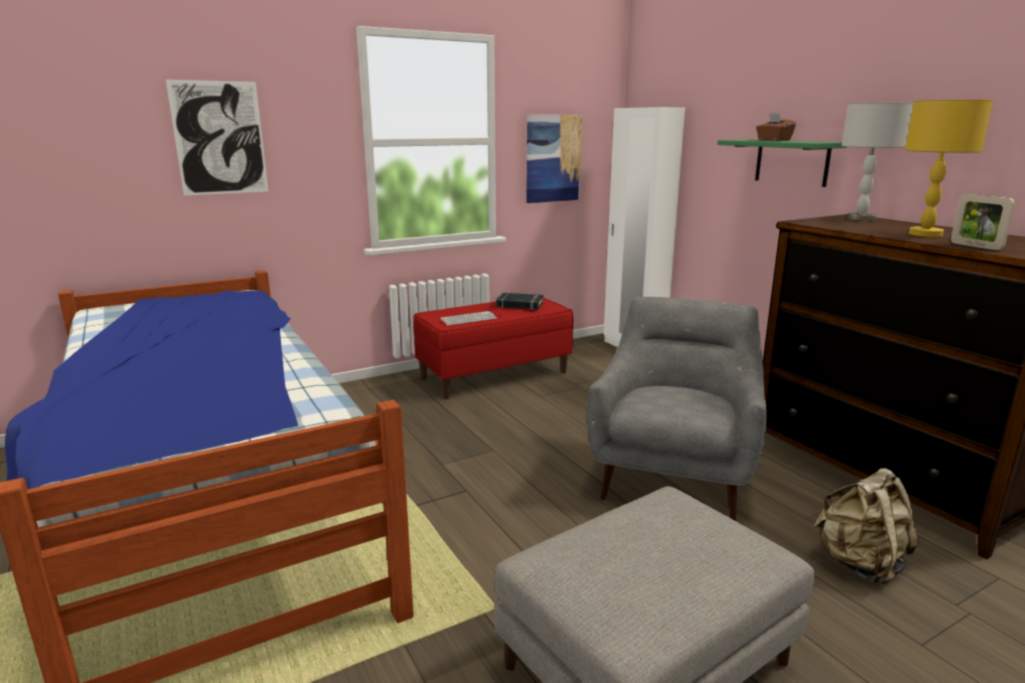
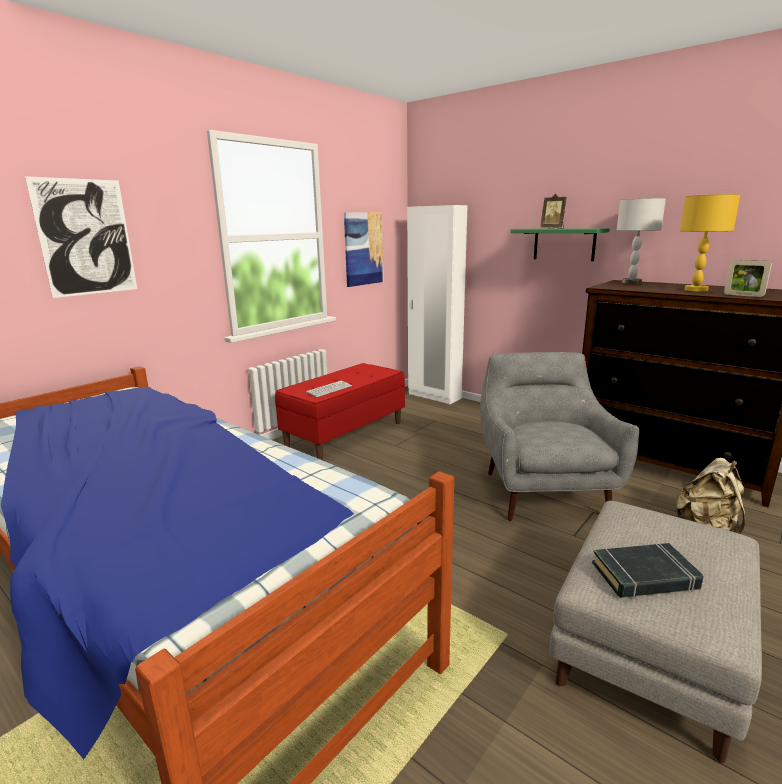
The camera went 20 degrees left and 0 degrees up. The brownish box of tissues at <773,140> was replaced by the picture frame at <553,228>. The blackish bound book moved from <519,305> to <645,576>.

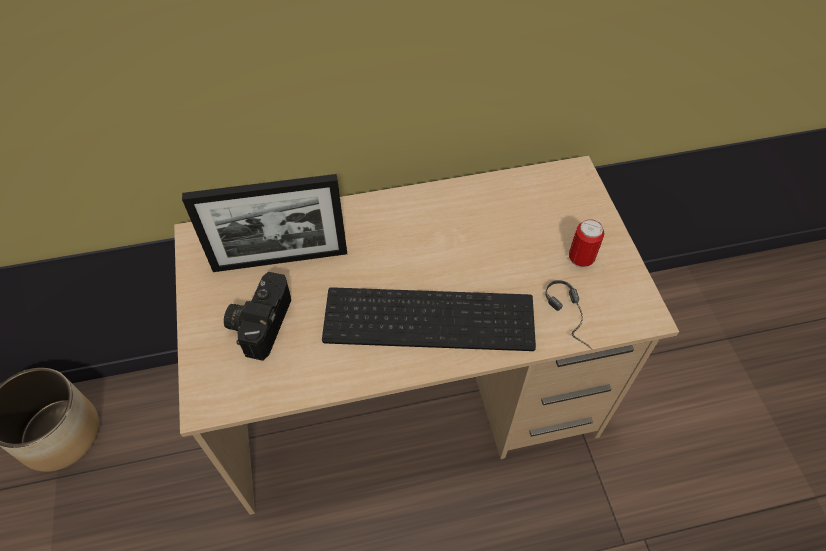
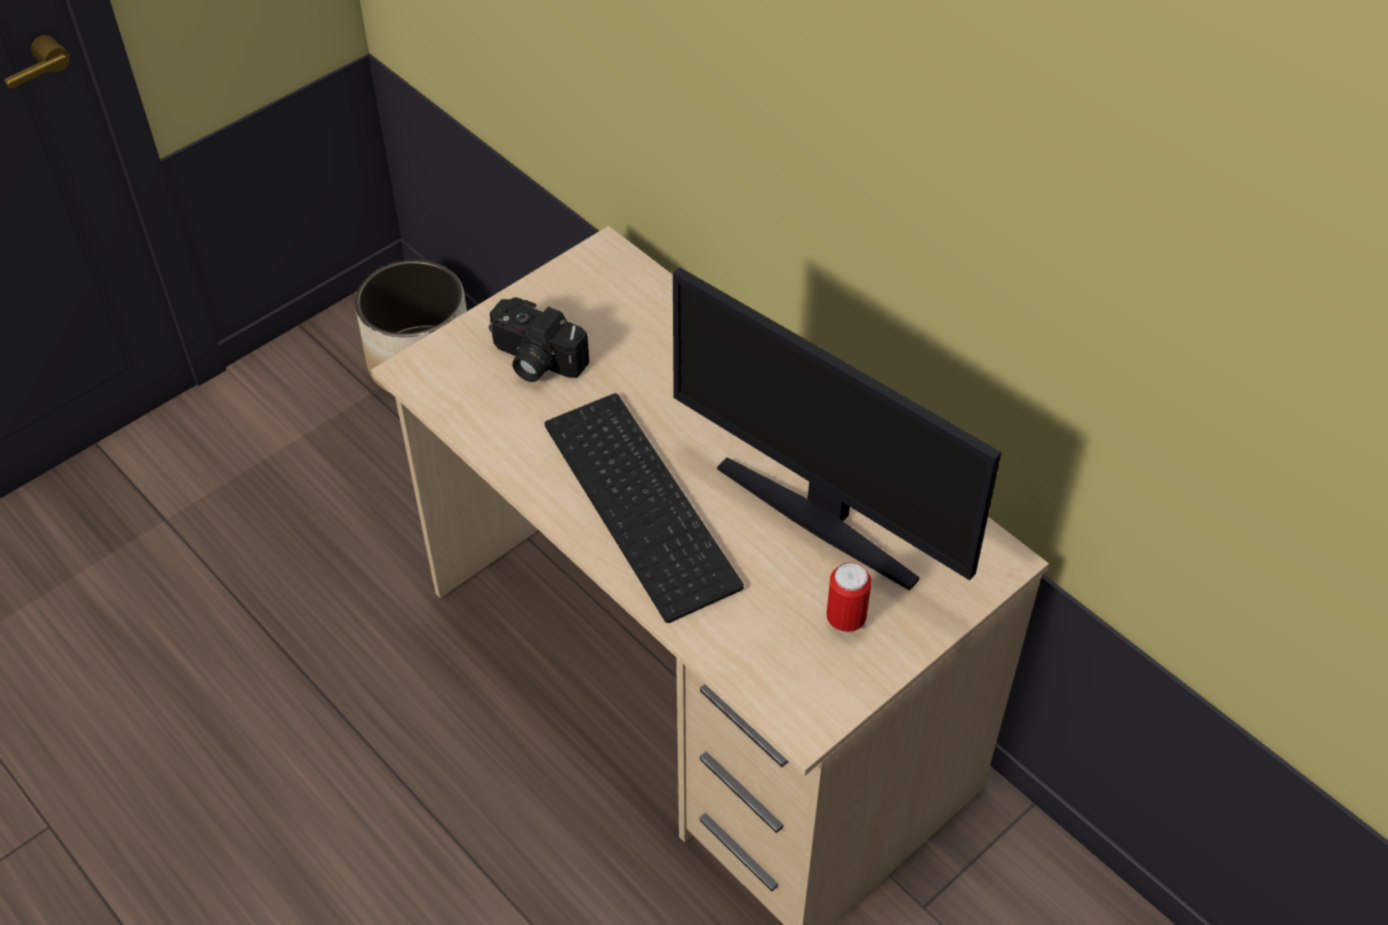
The camera went 60 degrees right and 5 degrees down. The photo camera at <259,322> turned 135 degrees counterclockwise. The computer screen at <820,518> appeared. The picture frame at <280,260> disappeared. The pair of headphones at <573,319> disappeared.

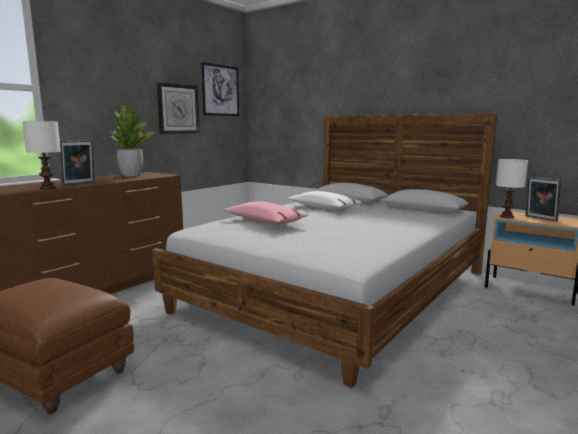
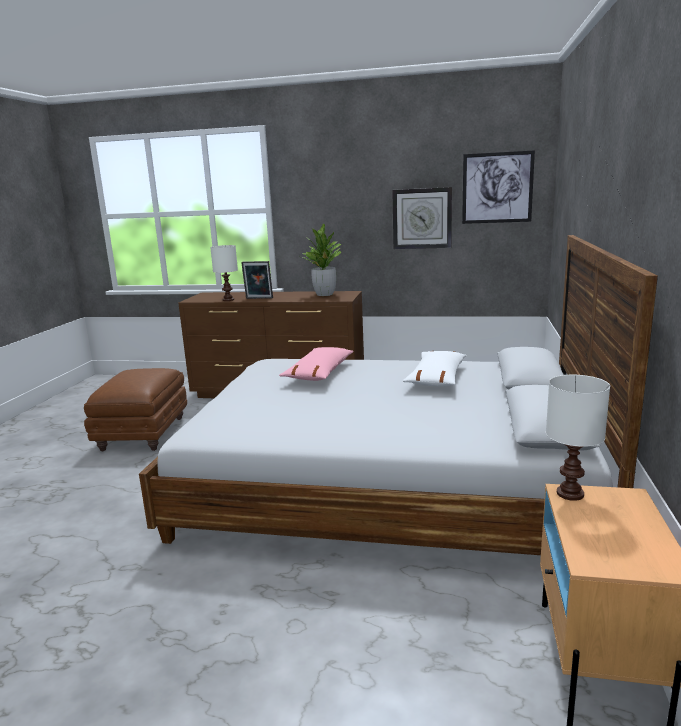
The camera went 65 degrees right and 5 degrees up. The picture frame at <540,218> disappeared.

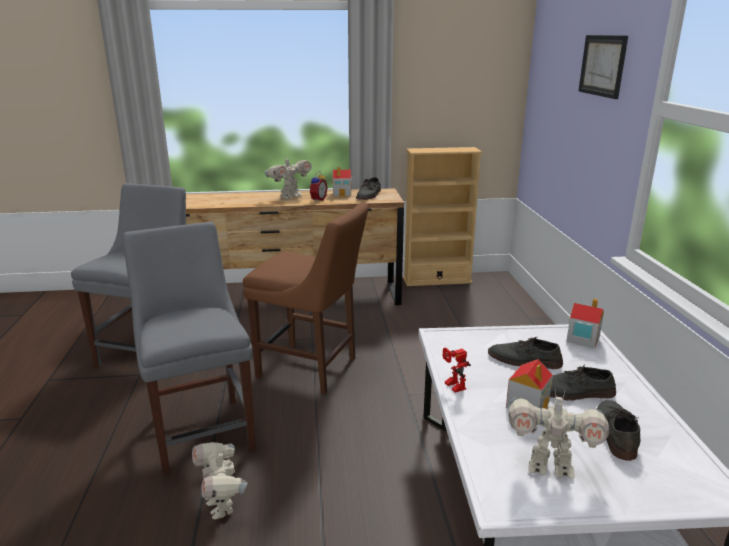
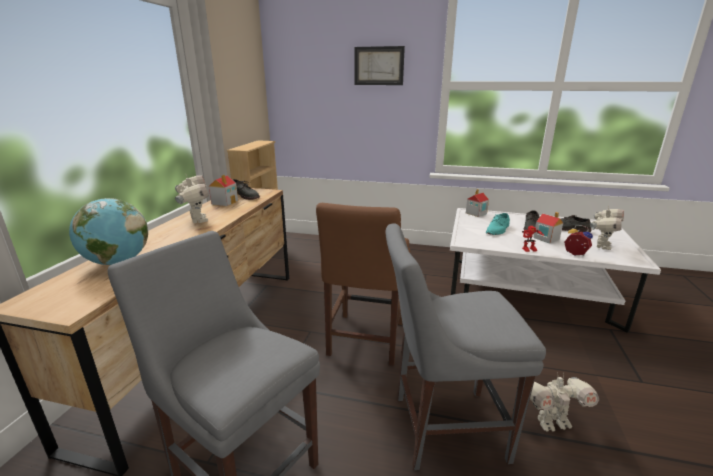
The camera went 70 degrees left and 0 degrees up. The globe at <117,262> appeared. The brownish plain chair at <311,369> turned 150 degrees clockwise. The grey shoe at <524,360> became the turquoise-coloured shoe at <498,229>. The alarm clock moved from <317,200> to <574,254>.

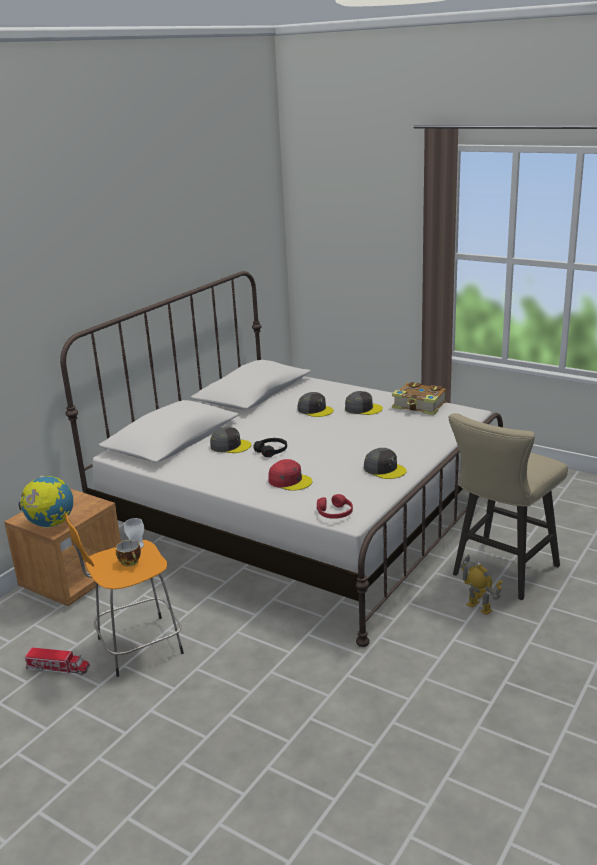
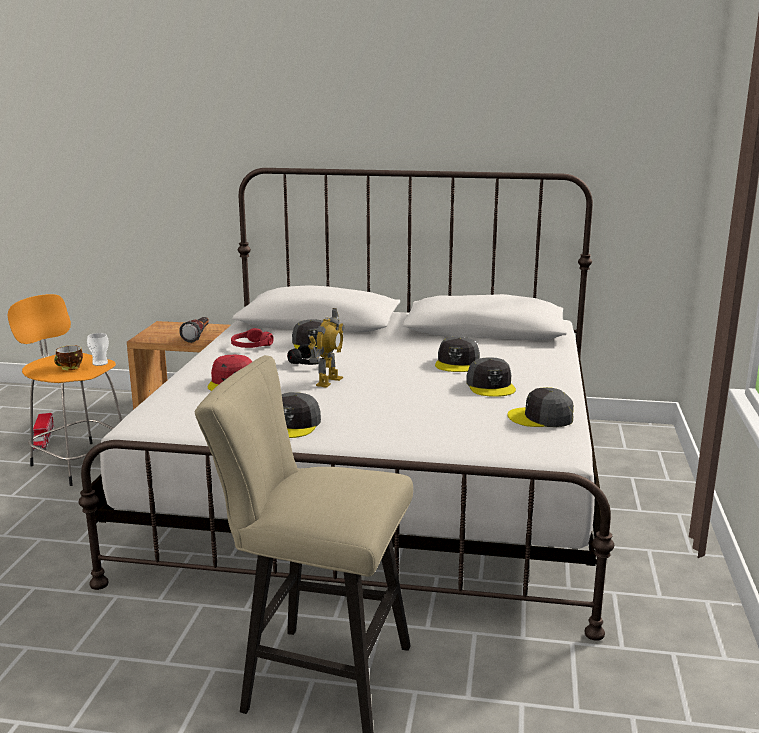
The camera went 65 degrees right and 5 degrees down. The hand torch at <198,336> appeared. The red pair of headphones moved from <335,513> to <251,346>. The model robot moved from <479,607> to <328,381>. The bound book at <420,406> was replaced by the grey baseball cap at <541,417>. The globe at <51,524> disappeared.

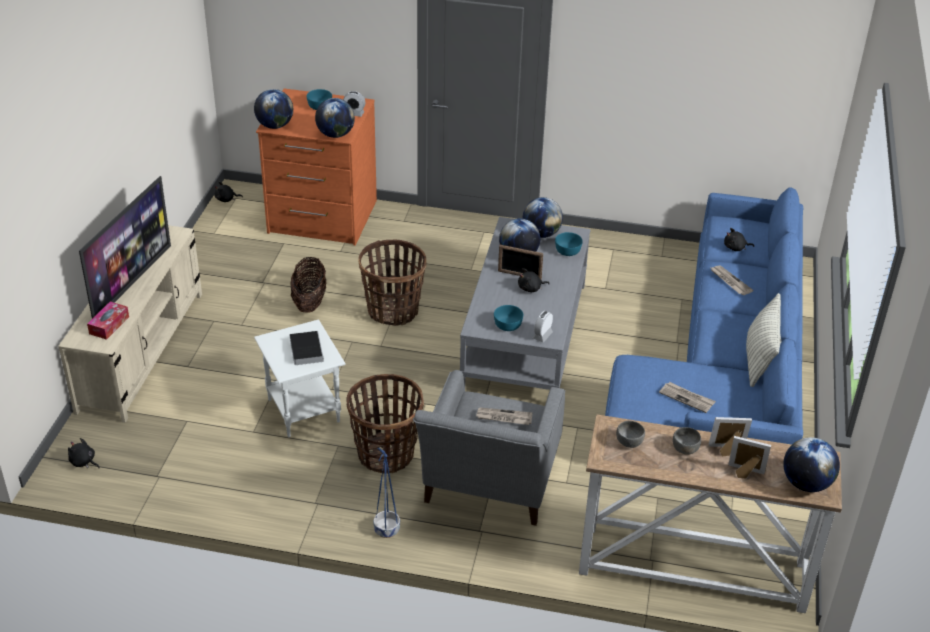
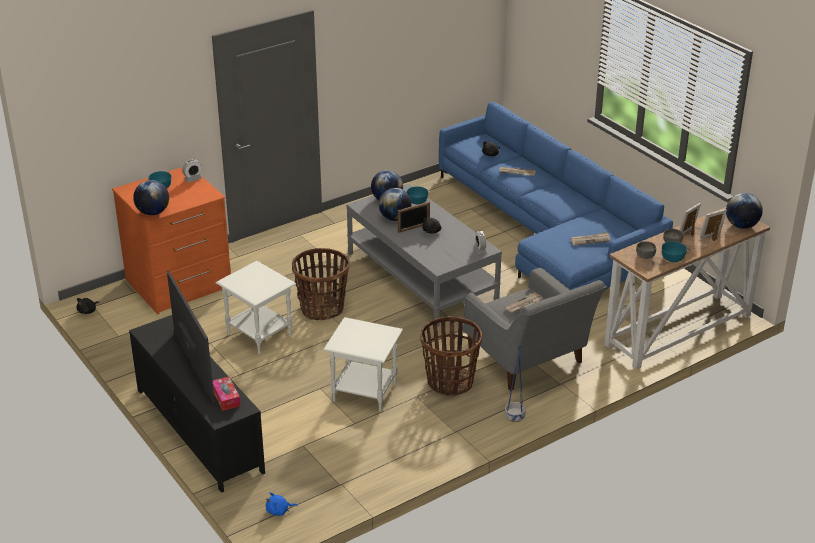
The camera went 45 degrees left and 5 degrees down. The sand-coloured tv stand at <142,350> became the blackish tv stand at <198,429>. The household basket at <309,301> was replaced by the white-coloured end table at <260,335>. The blackish plush toy at <83,462> became the blue plush toy at <279,511>. The turquoise-coloured bowl moved from <508,325> to <673,258>. The bound book at <306,349> disappeared. The globe at <335,135> disappeared. The cushion at <760,358> disappeared.

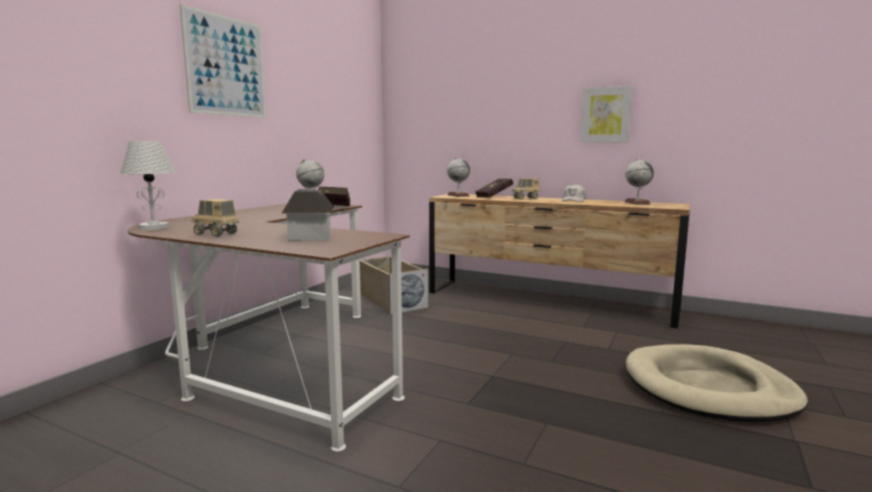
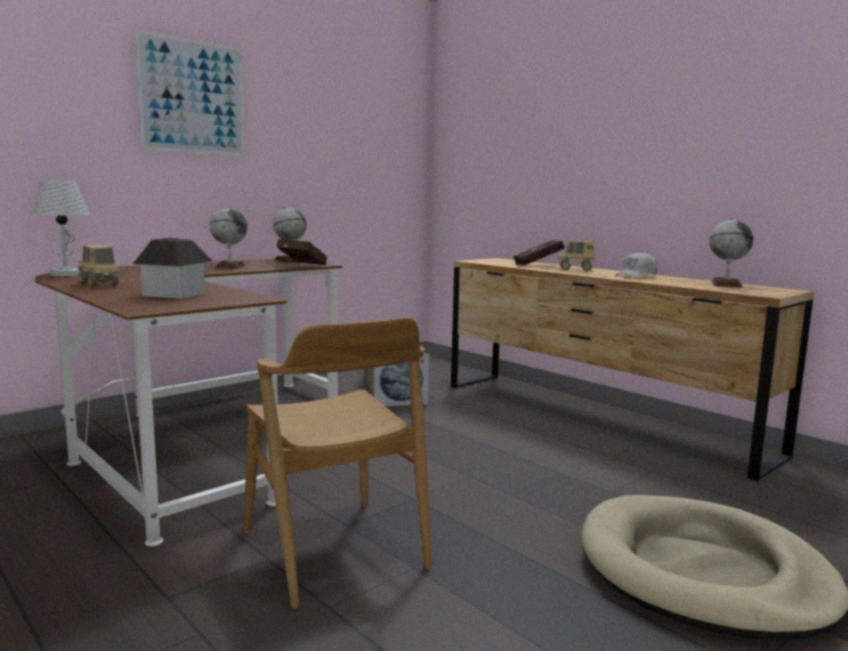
The camera went 20 degrees right and 0 degrees up. The globe moved from <458,195> to <230,266>. The brownish plain chair at <333,549> appeared. The picture at <606,115> disappeared.

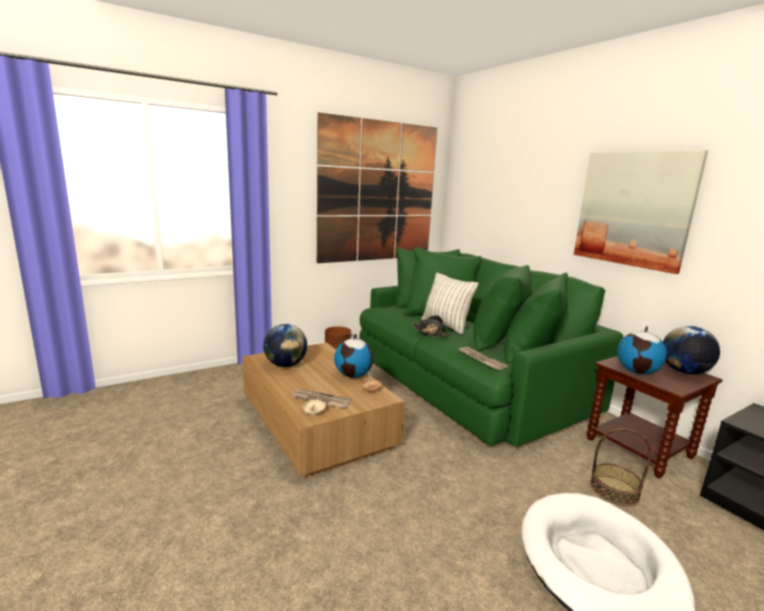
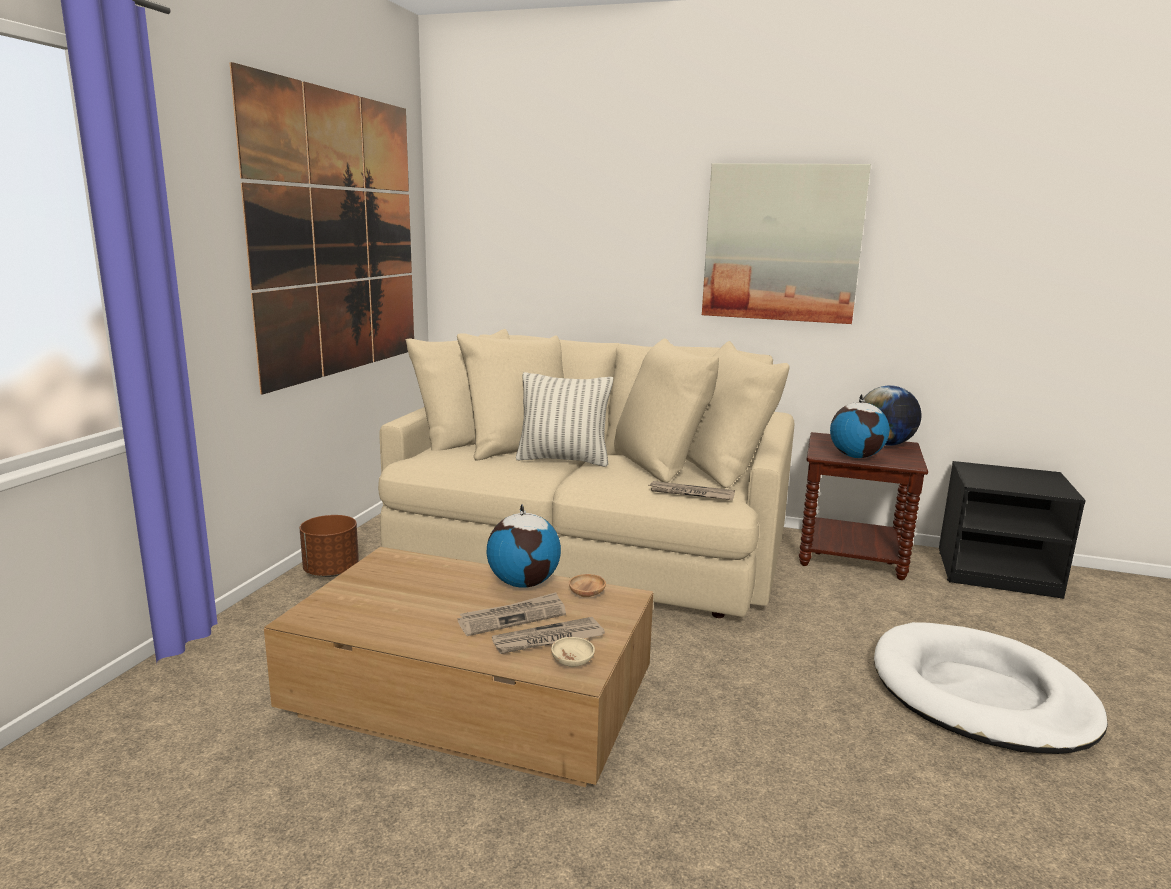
The camera went 40 degrees left and 0 degrees up. The green sofa at <467,382> became the sand-coloured sofa at <591,546>. The newspaper at <513,617> appeared. The globe at <285,365> disappeared. The blackish wearable hat at <430,332> disappeared. The household basket at <614,490> disappeared.

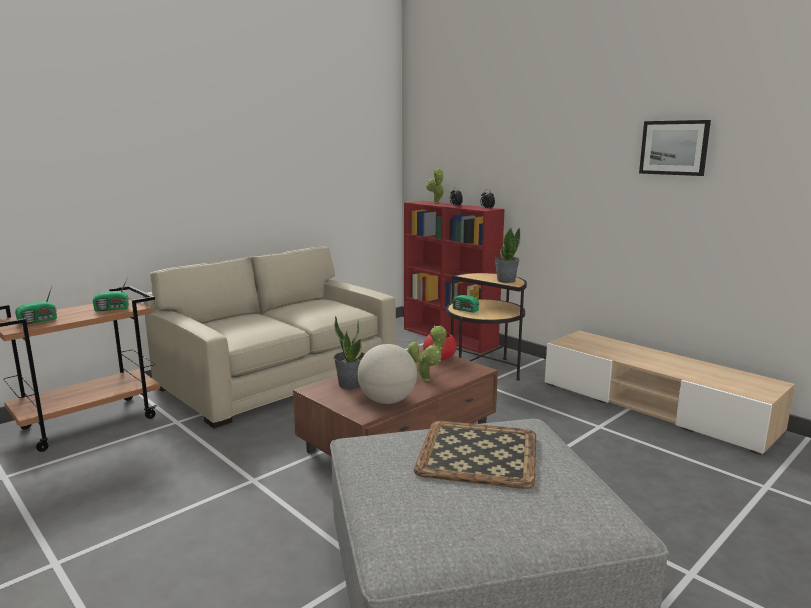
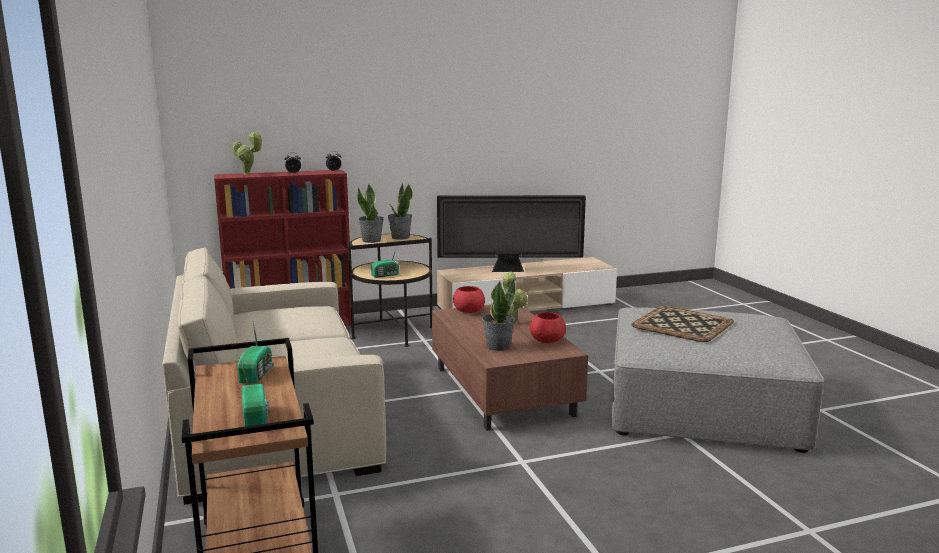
The camera went 65 degrees left and 0 degrees up. The houseplant at <372,240> appeared. The TV at <510,270> appeared. The globe at <387,401> was replaced by the red bowl at <547,340>. The picture at <674,147> disappeared.

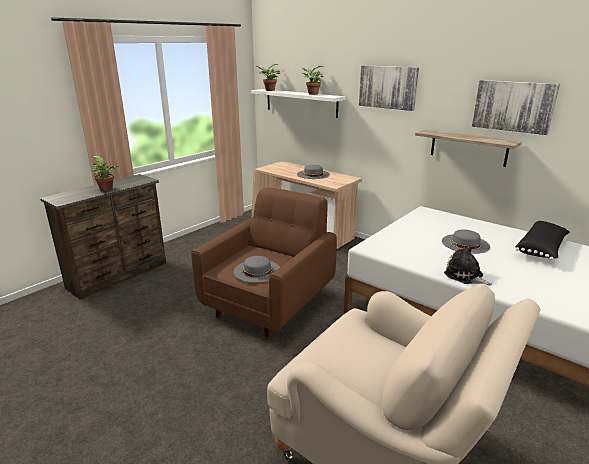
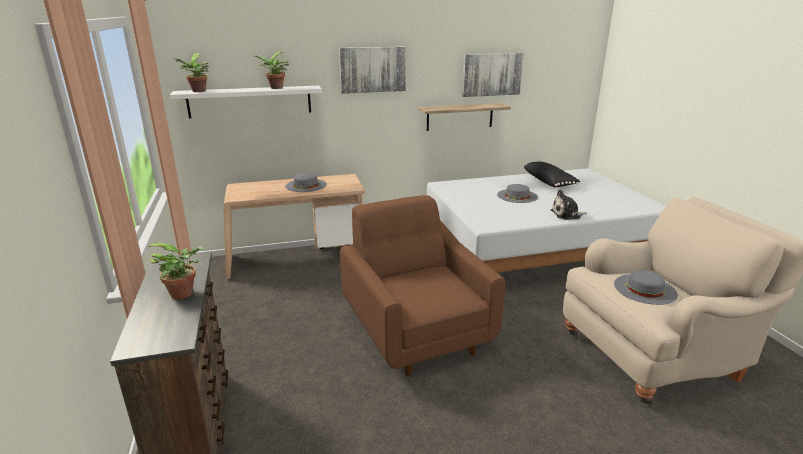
The camera went 55 degrees left and 0 degrees up. The grey wearable hat moved from <257,270> to <644,289>.

